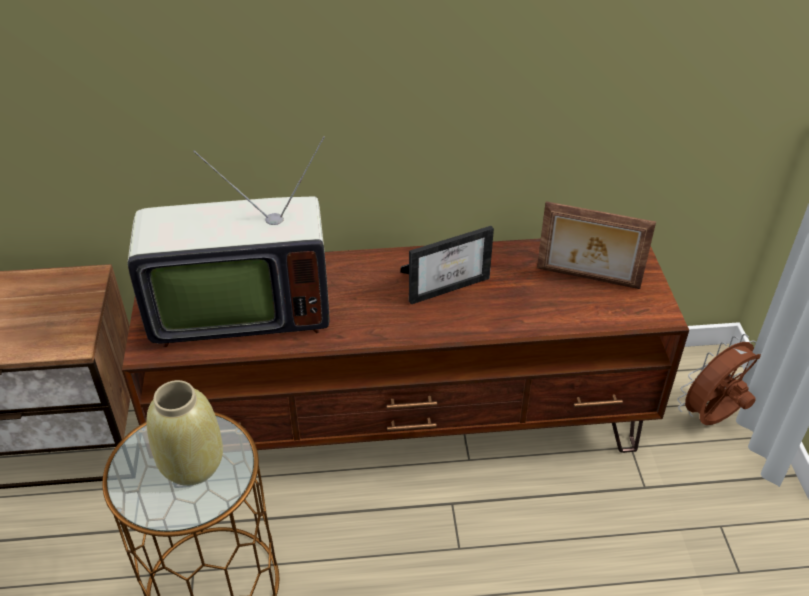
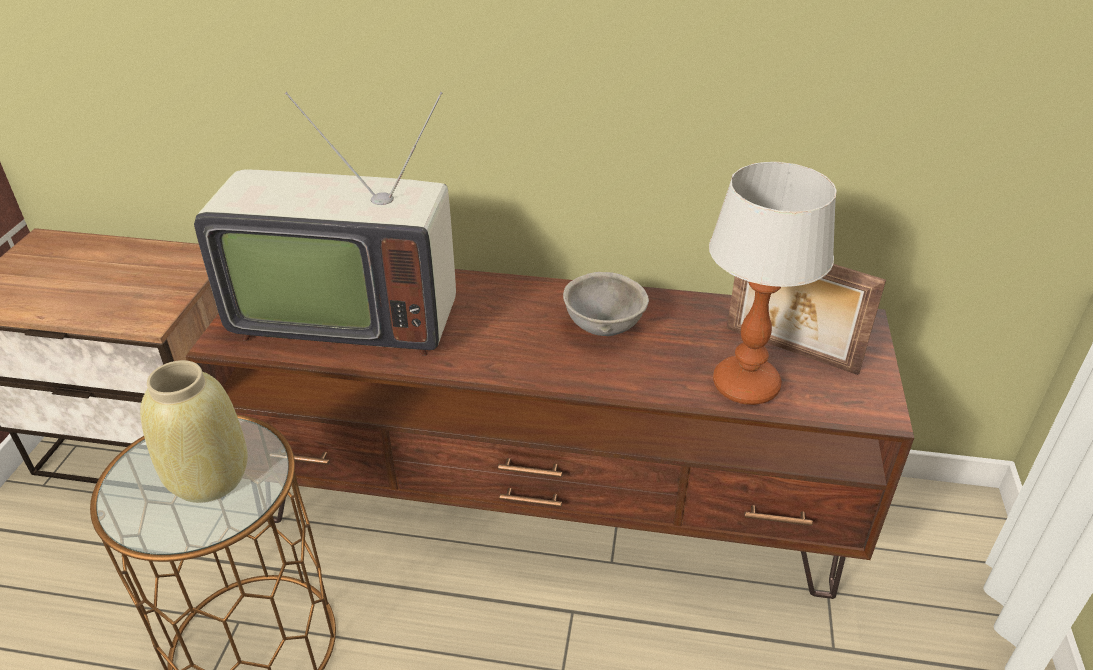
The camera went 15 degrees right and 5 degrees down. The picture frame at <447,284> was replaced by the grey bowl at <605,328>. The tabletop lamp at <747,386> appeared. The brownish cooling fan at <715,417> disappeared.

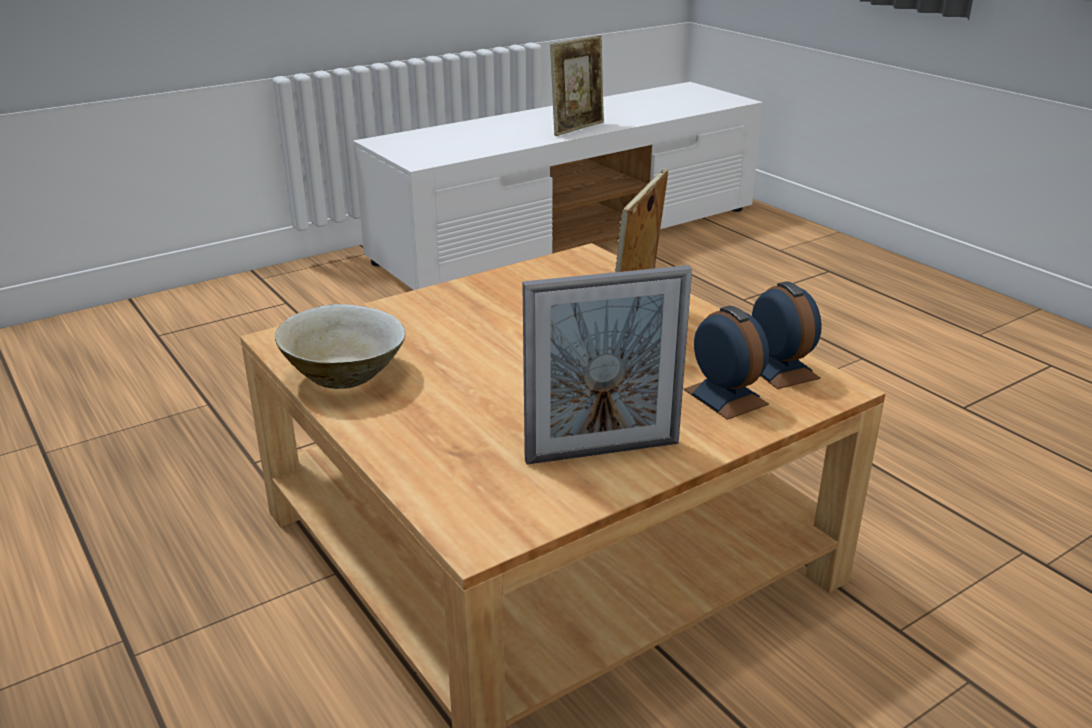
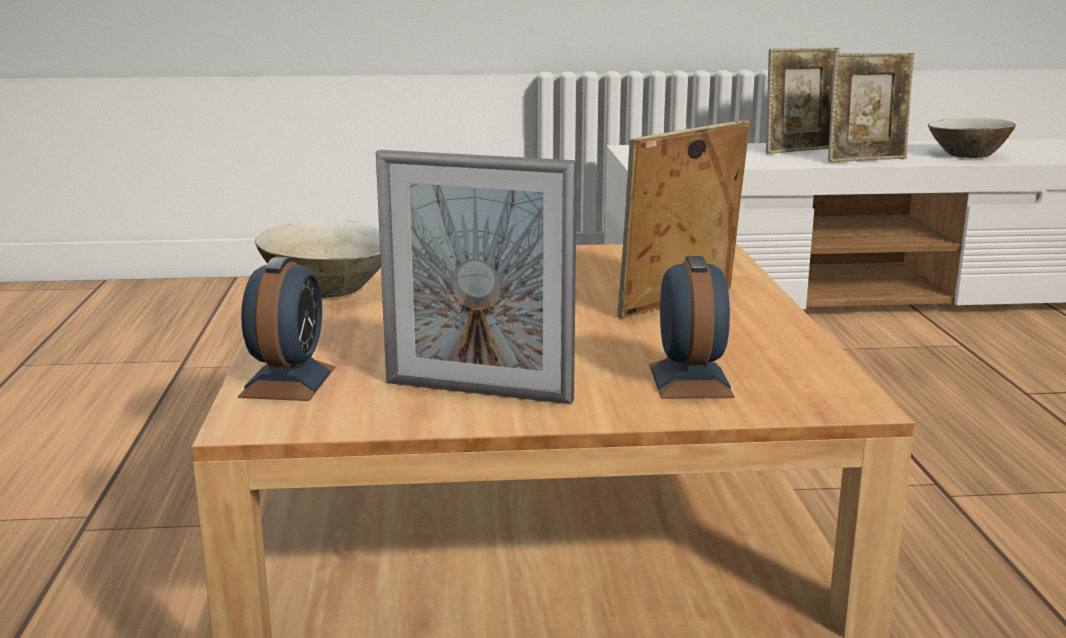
The camera went 30 degrees right and 10 degrees down. The alarm clock moved from <779,369> to <288,382>. The picture frame at <799,150> appeared. The sand-coloured bowl at <967,155> appeared.

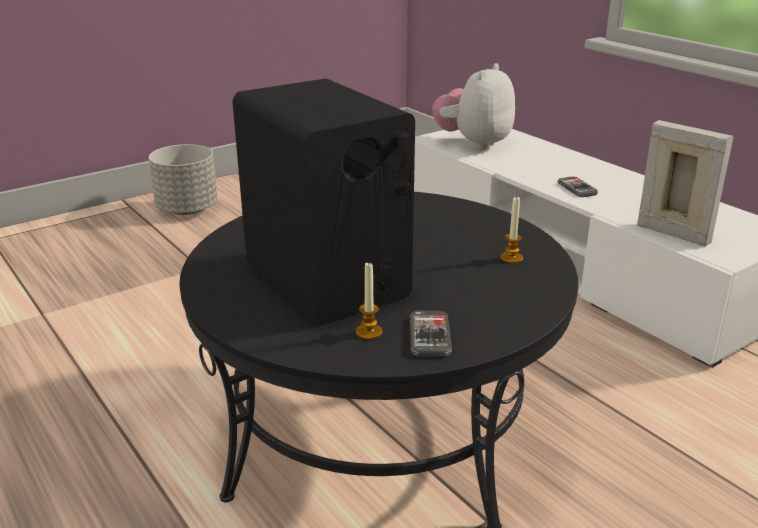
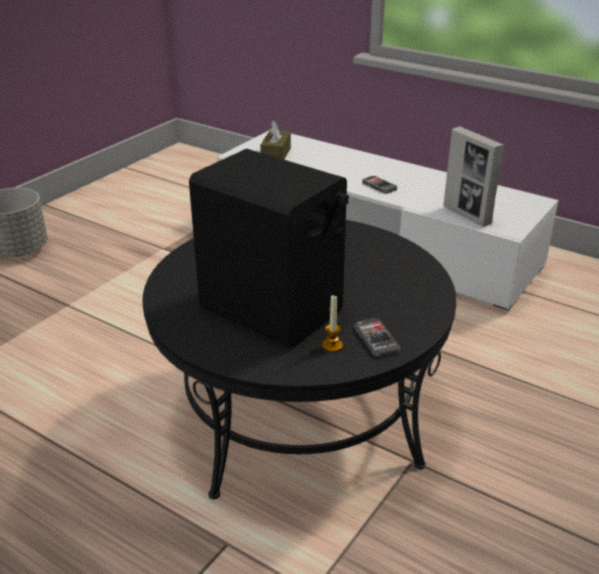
The camera went 20 degrees left and 5 degrees up. The plush toy at <474,144> was replaced by the brownish box of tissues at <276,154>. The picture frame at <673,234> turned 150 degrees counterclockwise. The wax candle at <511,258> disappeared.

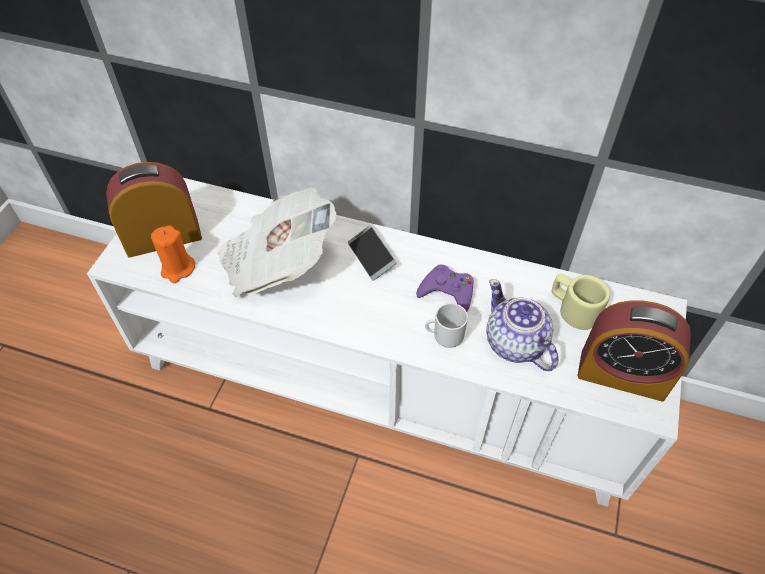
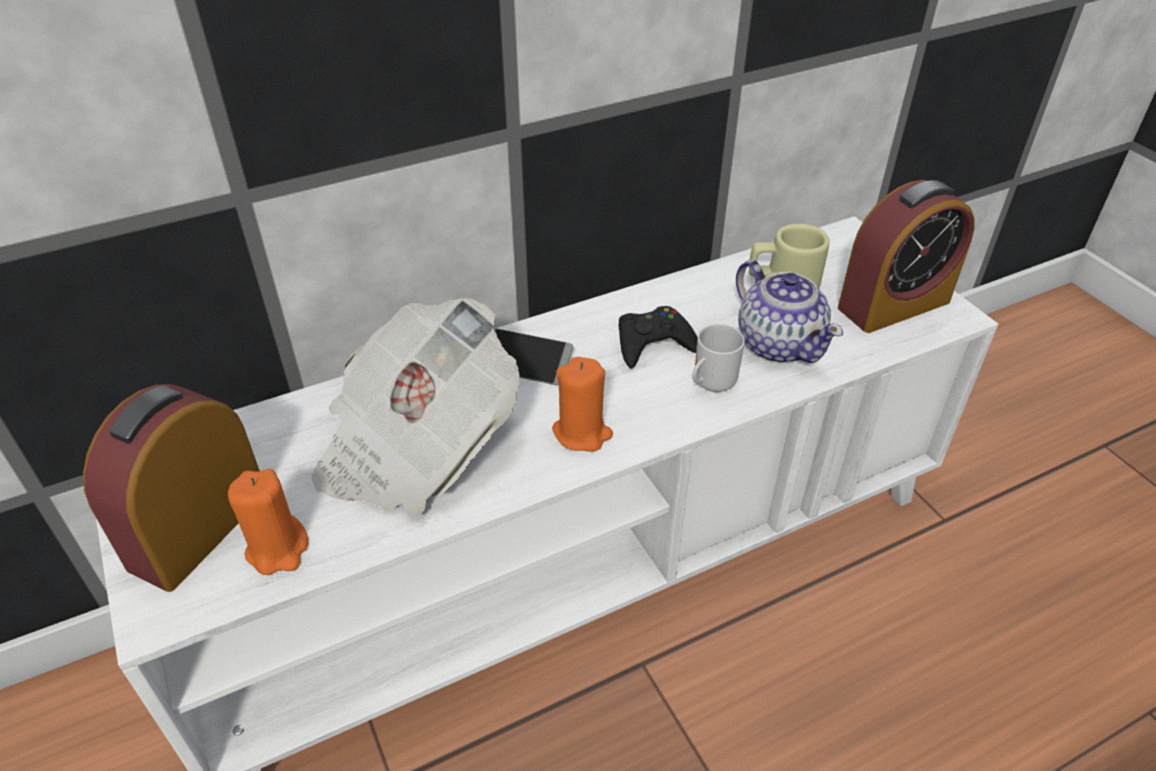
The camera went 45 degrees left and 10 degrees down. The orangey wax candle at <582,433> appeared. The purplish gamepad at <447,292> became the blackish gamepad at <653,343>. The tea pot at <515,344> turned 135 degrees counterclockwise.

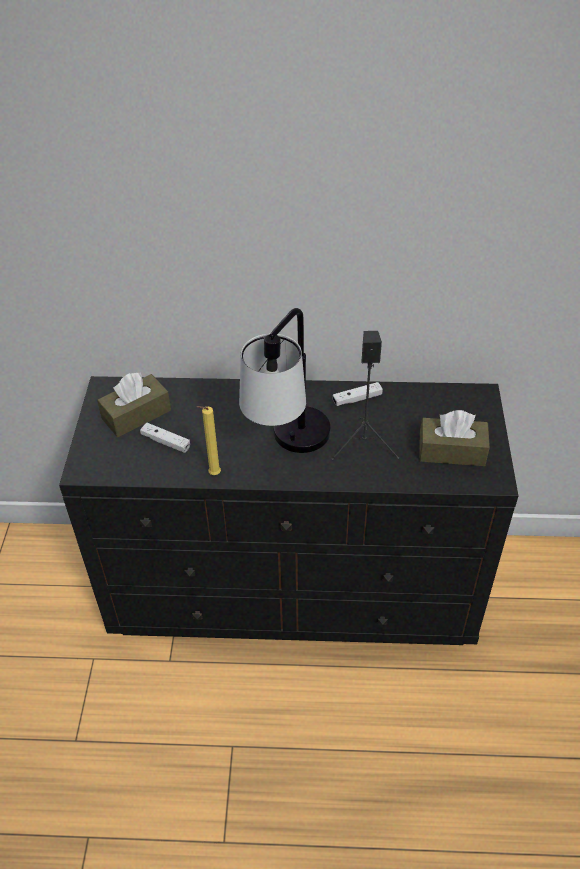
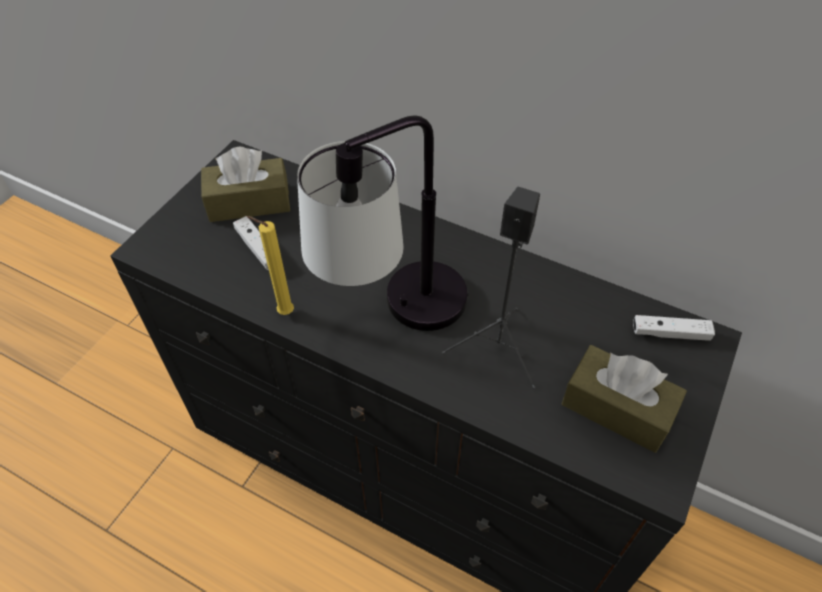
The camera went 25 degrees right and 5 degrees up. The white-coloured gamepad moved from <357,399> to <670,333>.

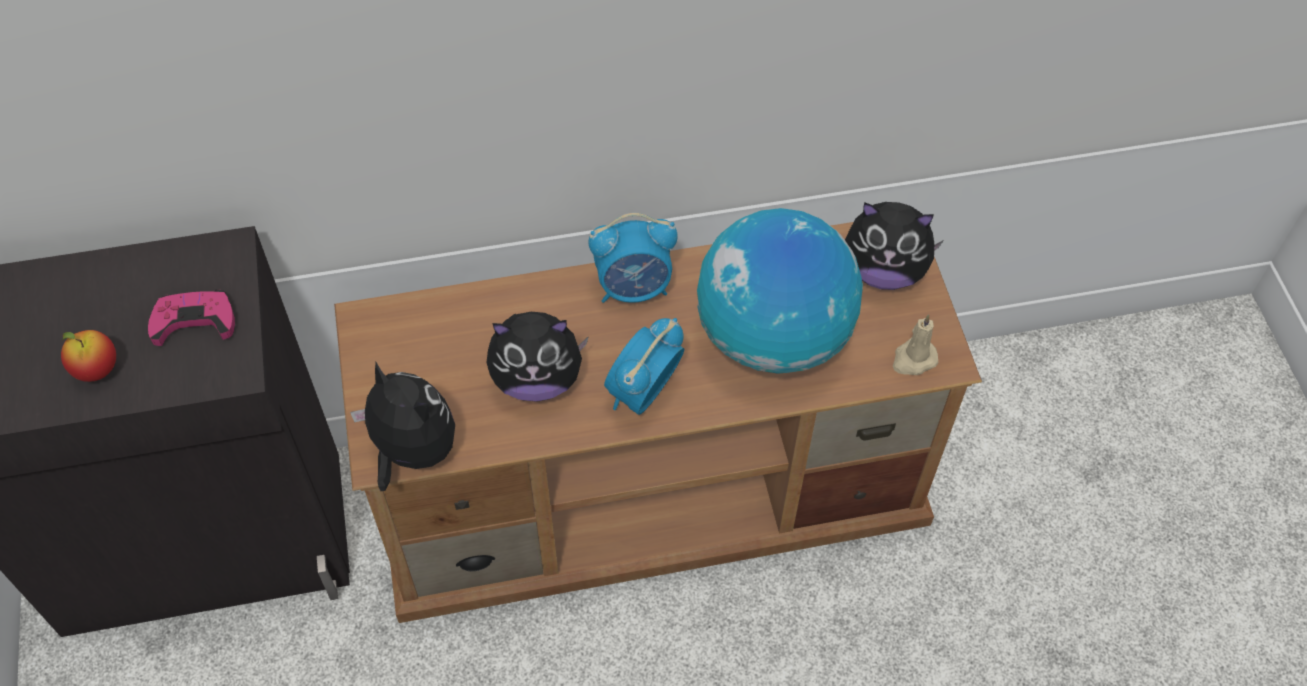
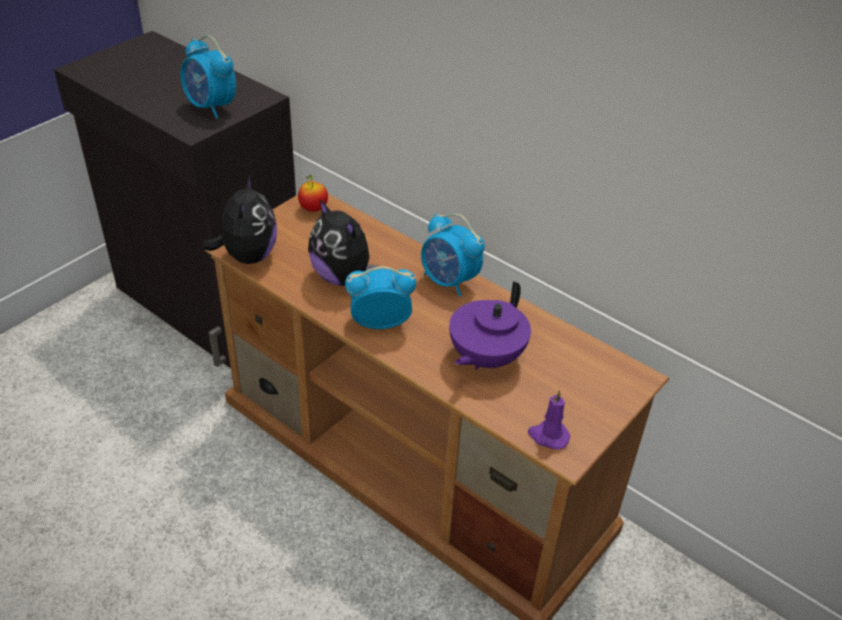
The camera went 50 degrees right and 15 degrees down. The pink gamepad at <194,321> was replaced by the alarm clock at <211,107>. The apple moved from <97,369> to <313,209>. The globe at <772,336> was replaced by the purplish tea pot at <485,357>. The sand-coloured wax candle at <913,359> became the purplish wax candle at <548,436>. The plush toy at <883,271> disappeared.

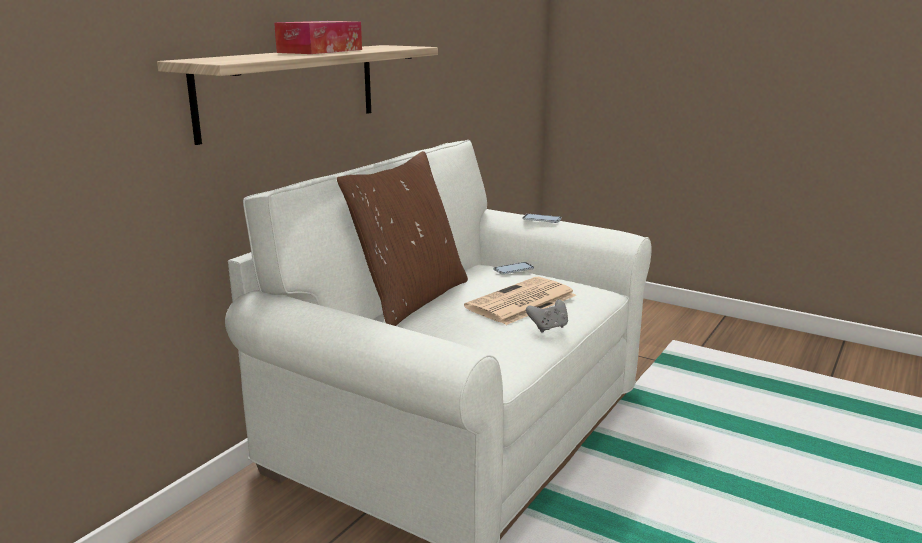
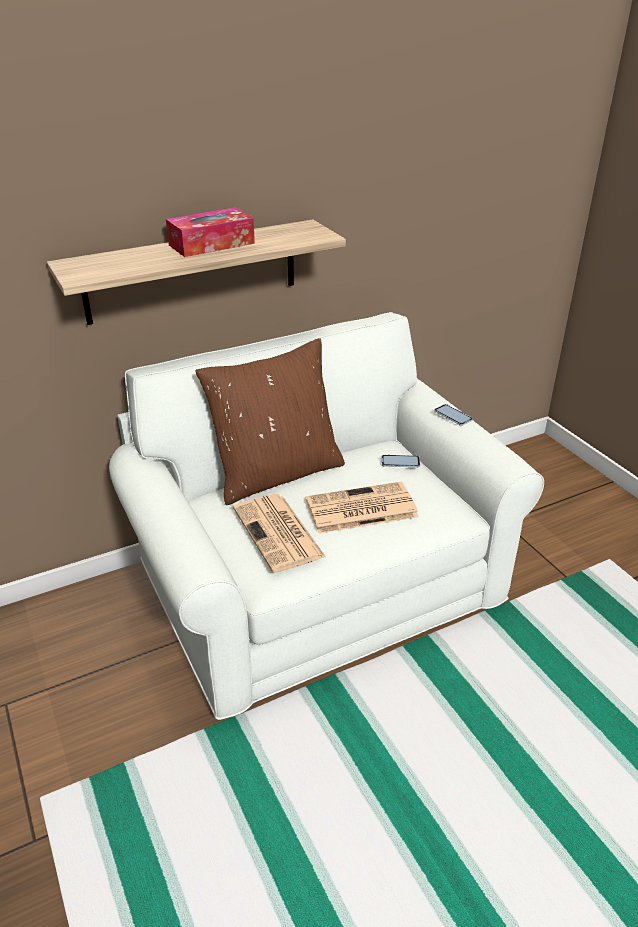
The camera went 30 degrees right and 15 degrees up. The newspaper at <279,533> appeared. The grey gamepad at <548,328> disappeared.

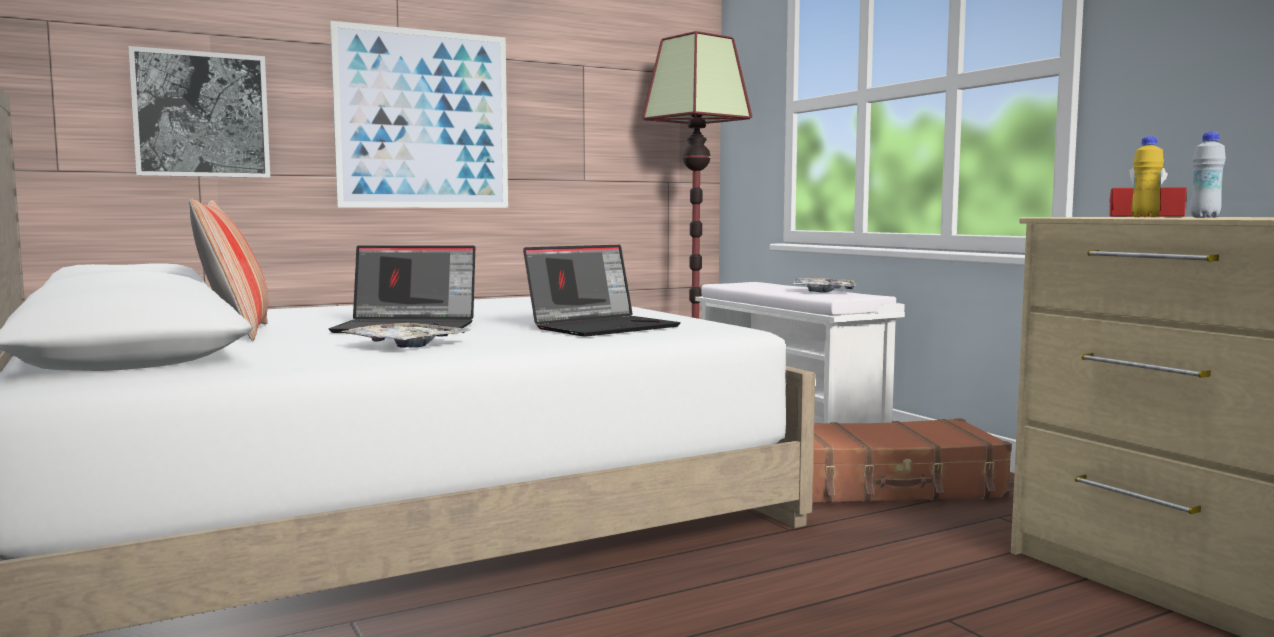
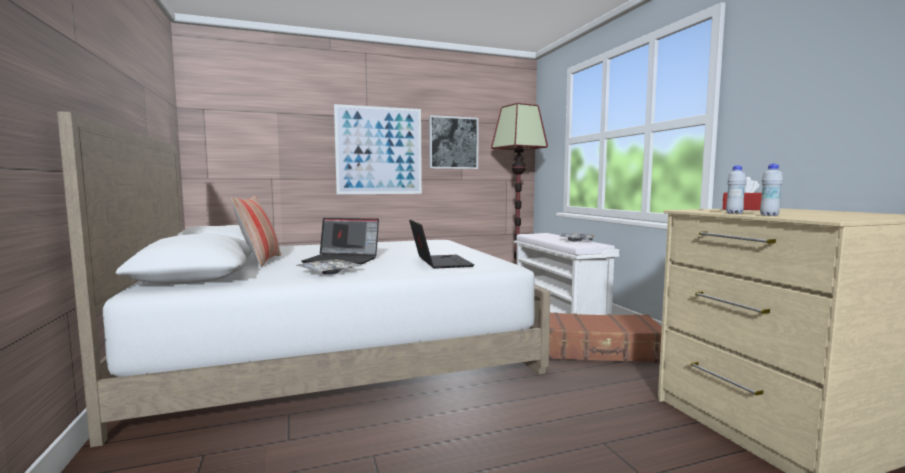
The camera went 10 degrees right and 0 degrees up. The portable computer at <603,327> turned 75 degrees counterclockwise. The picture moved from <201,115> to <453,143>. The yellow drink bottle at <1145,217> became the white-coloured drink bottle at <734,213>.

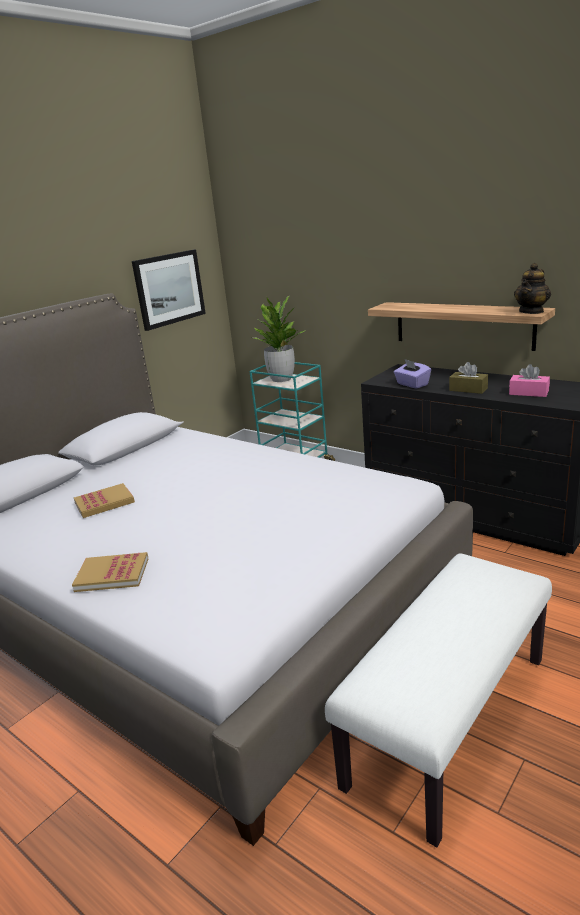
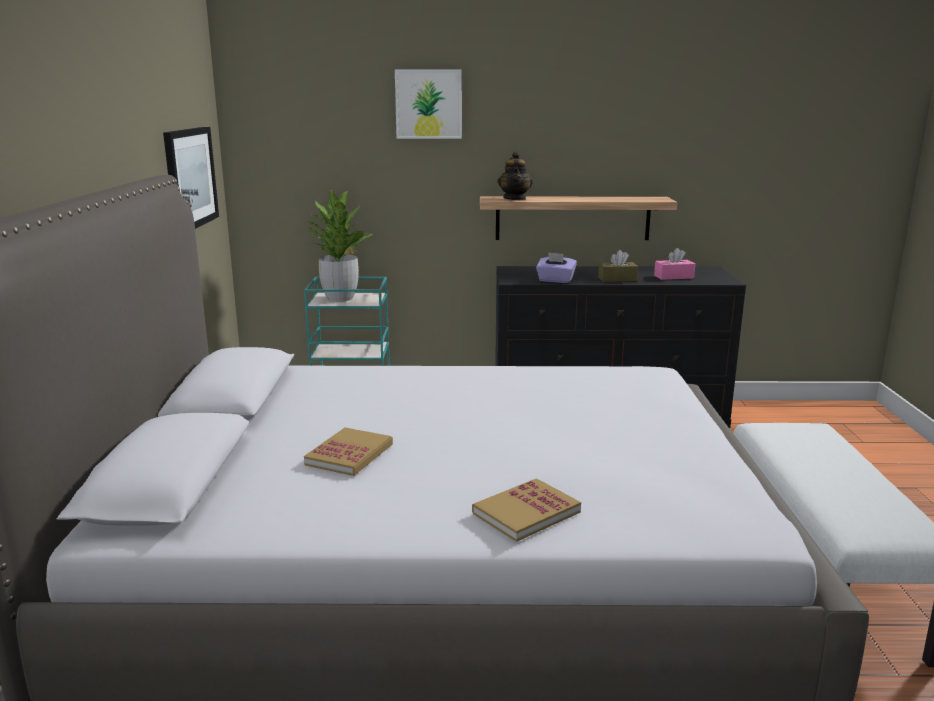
The camera went 40 degrees left and 5 degrees down. The picture at <428,104> appeared. The tea pot moved from <531,311> to <515,199>.

